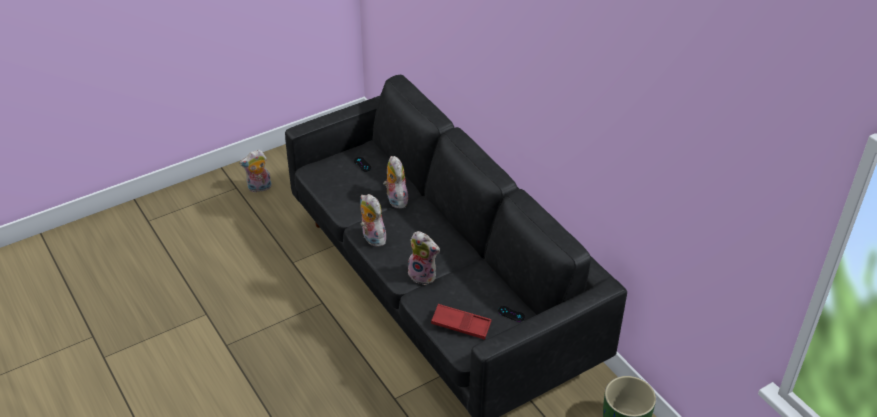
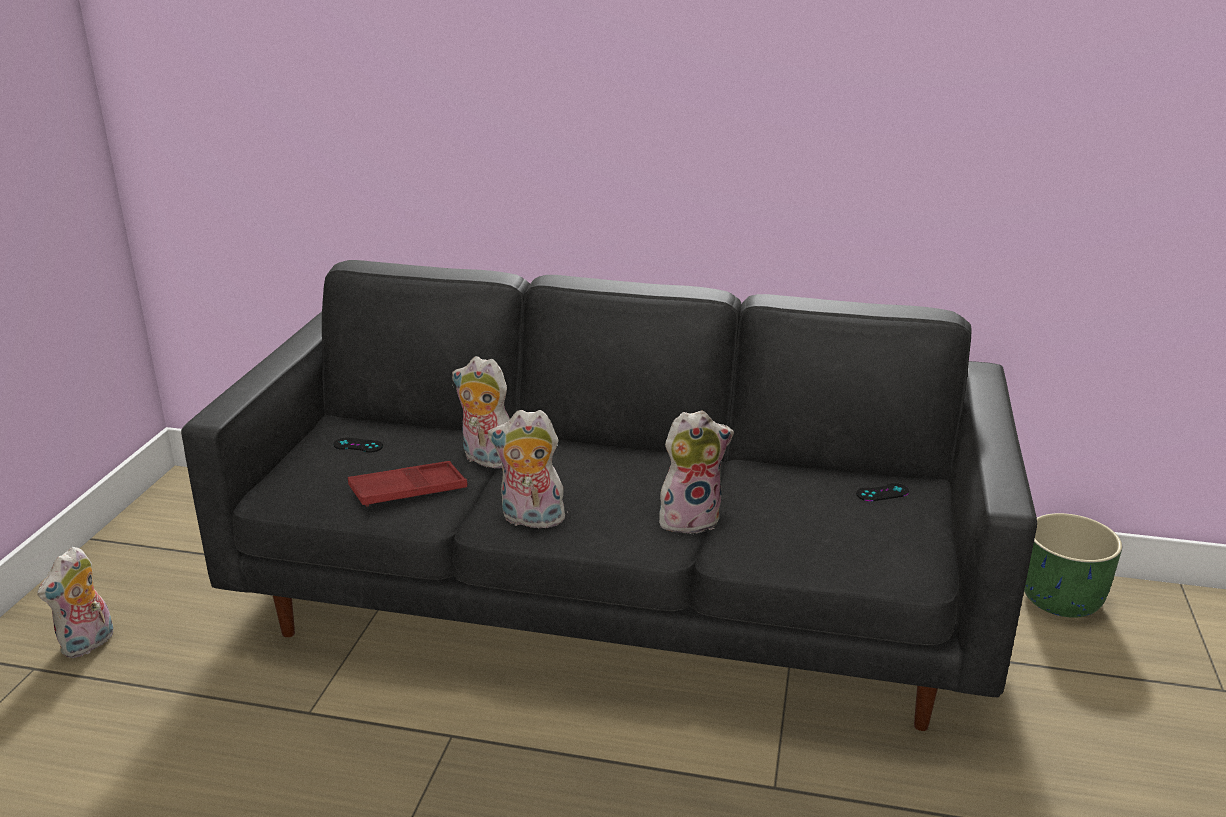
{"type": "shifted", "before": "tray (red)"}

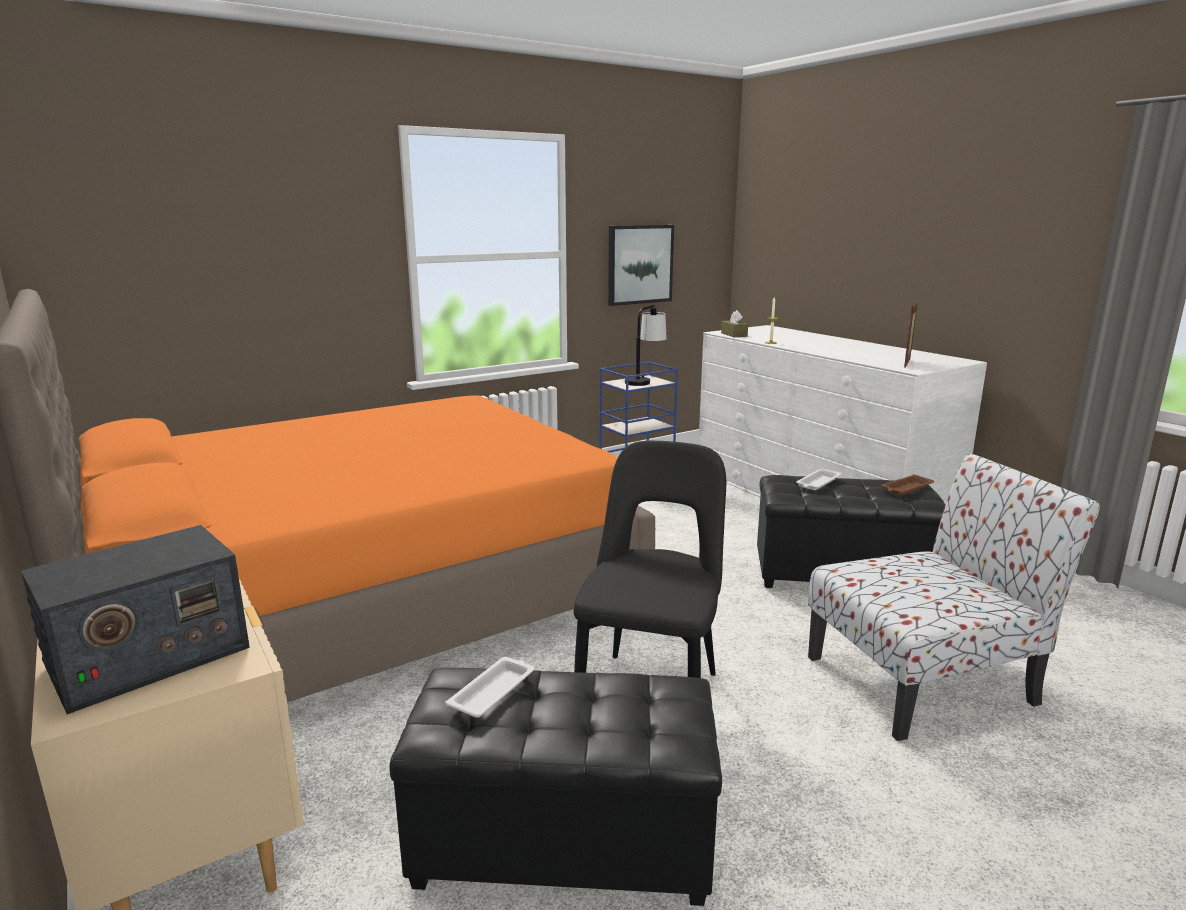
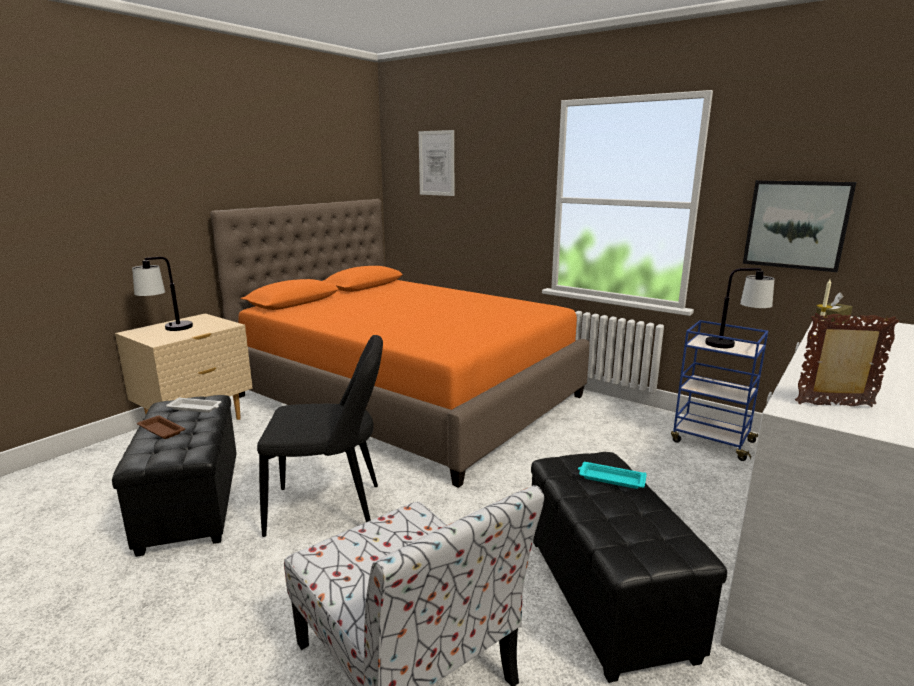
{"type": "swapped", "before": "radio", "after": "table lamp (no. 1 from left)"}
{"type": "repainted", "before": "tray (white) (no. 2 from left)", "after": "tray (turquoise)"}
{"type": "shifted", "before": "tray (brown)"}
{"type": "new", "after": "picture (no. 1 from left)"}

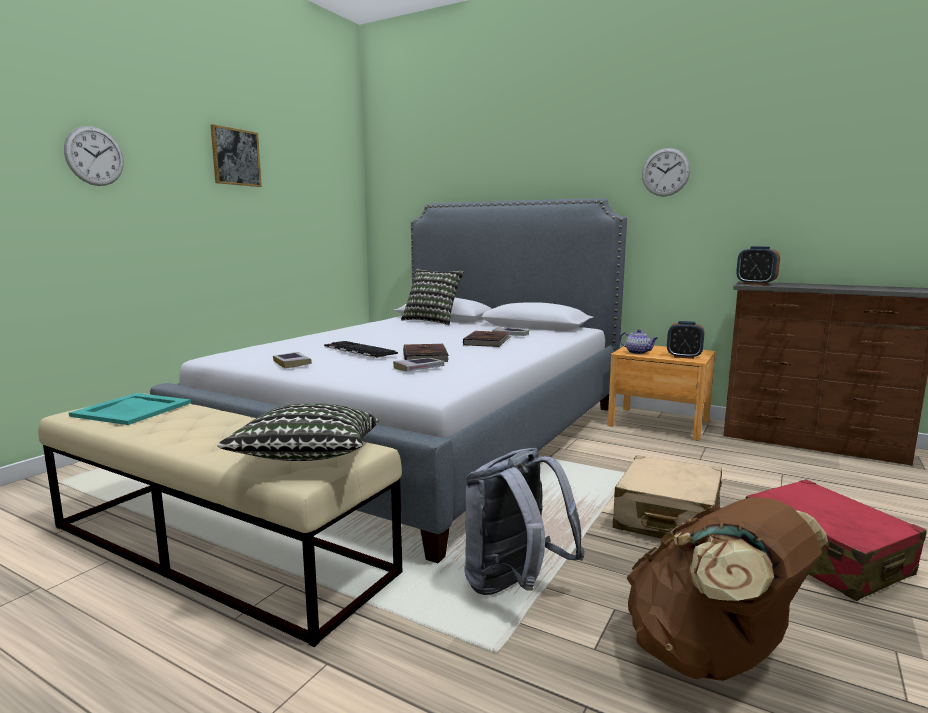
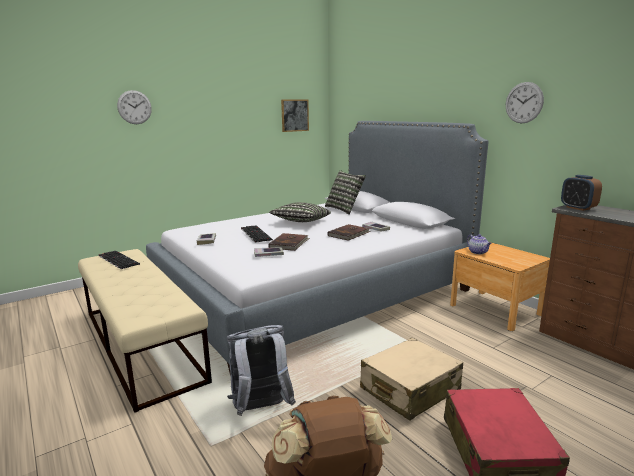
{"type": "swapped", "before": "tray (turquoise)", "after": "keyboard (no. 1 from left)"}
{"type": "shifted", "before": "picture"}
{"type": "shifted", "before": "pillow (no. 1 from left)"}
{"type": "gone", "before": "alarm clock (no. 1 from left)"}

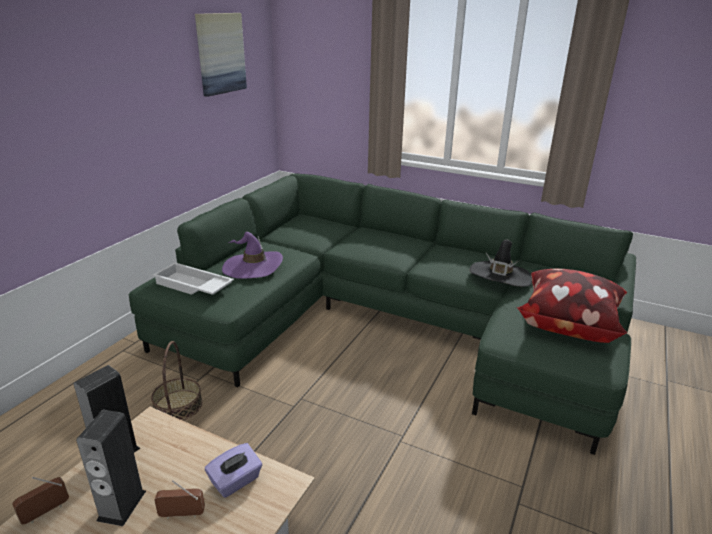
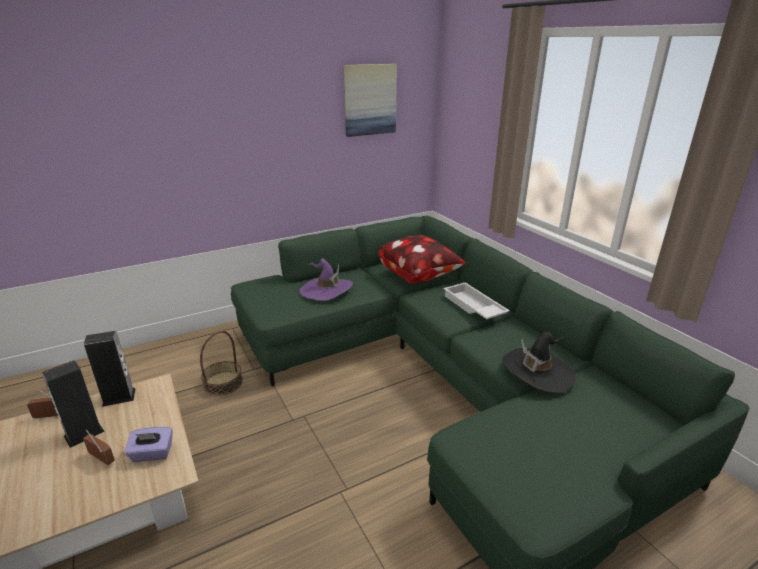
{"type": "shifted", "before": "tray (white)"}
{"type": "shifted", "before": "pillow"}

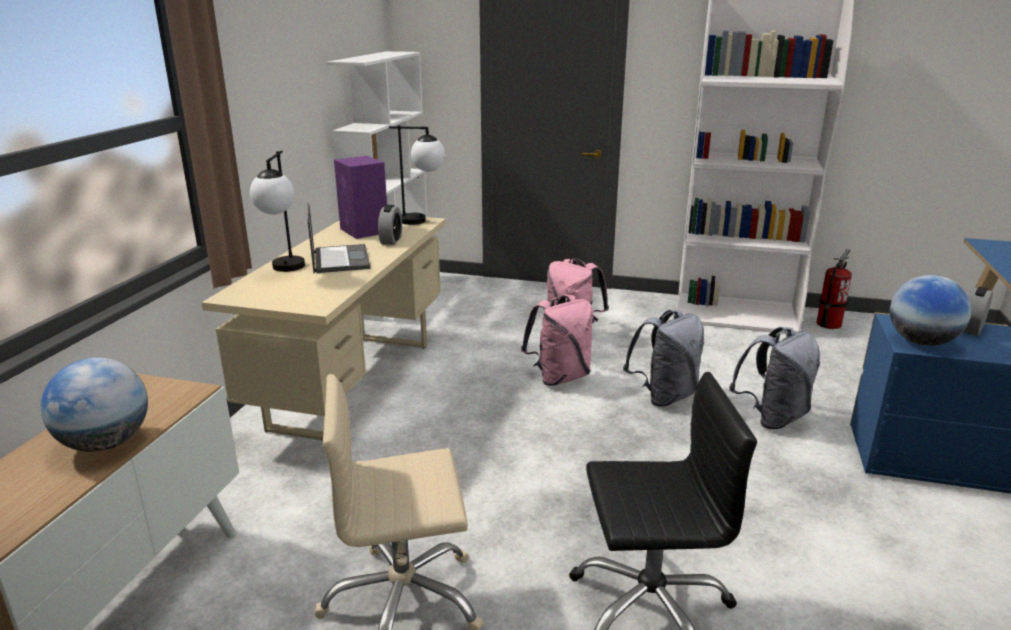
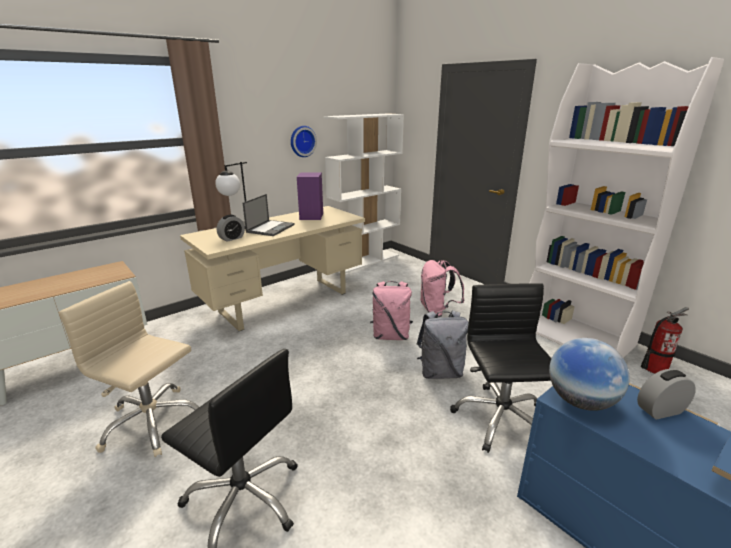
{"type": "gone", "before": "globe (no. 1 from left)"}
{"type": "shifted", "before": "alarm clock (no. 1 from left)"}
{"type": "gone", "before": "table lamp (no. 2 from left)"}
{"type": "swapped", "before": "backpack (grey) (no. 2 from left)", "after": "office chair (black) (no. 2 from left)"}
{"type": "new", "after": "wall clock"}

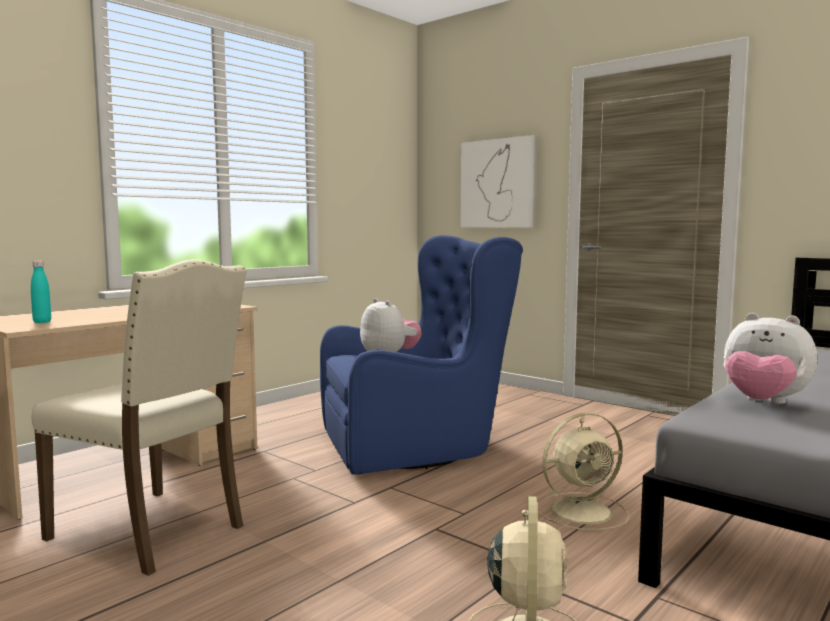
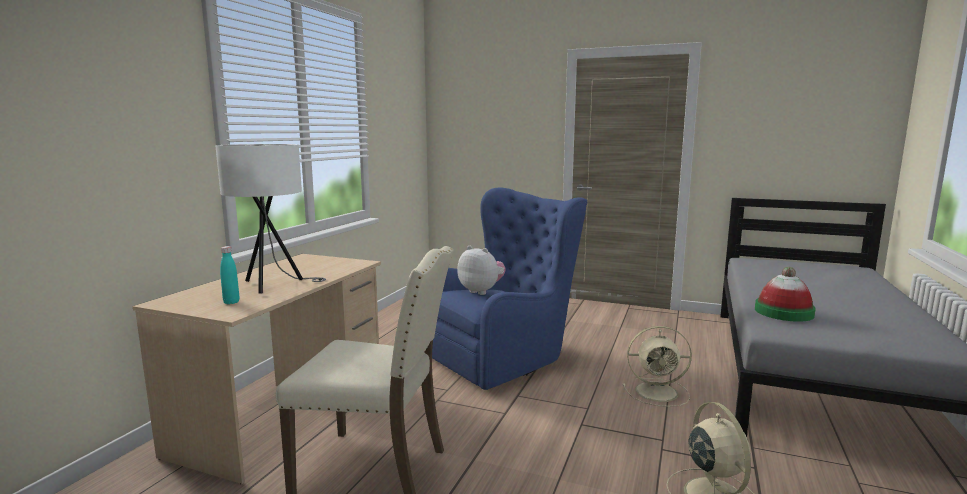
{"type": "gone", "before": "picture"}
{"type": "rotated", "before": "fan (beige) (no. 2 from left in the first image)", "turn": 45}
{"type": "swapped", "before": "plush toy (no. 2 from left)", "after": "hat"}
{"type": "new", "after": "table lamp (white)"}

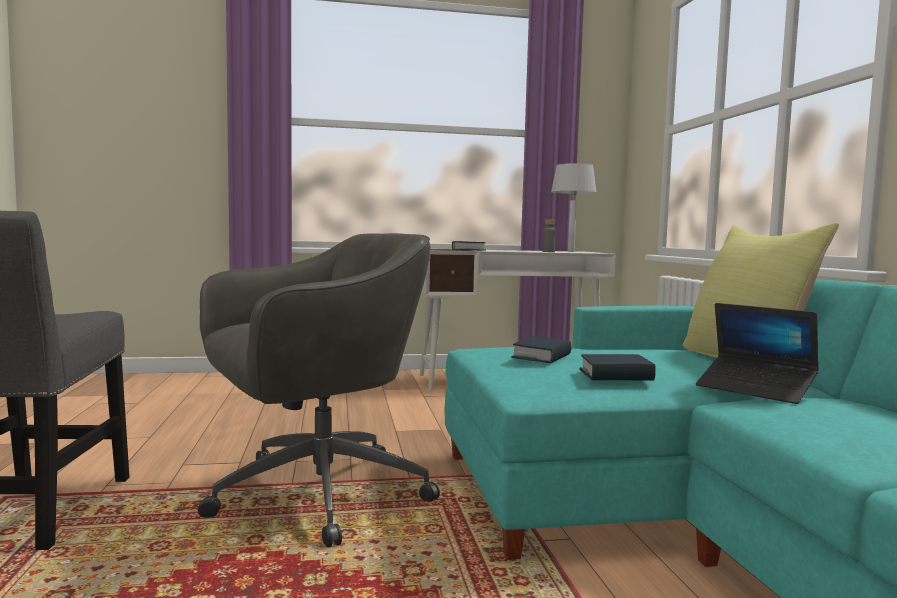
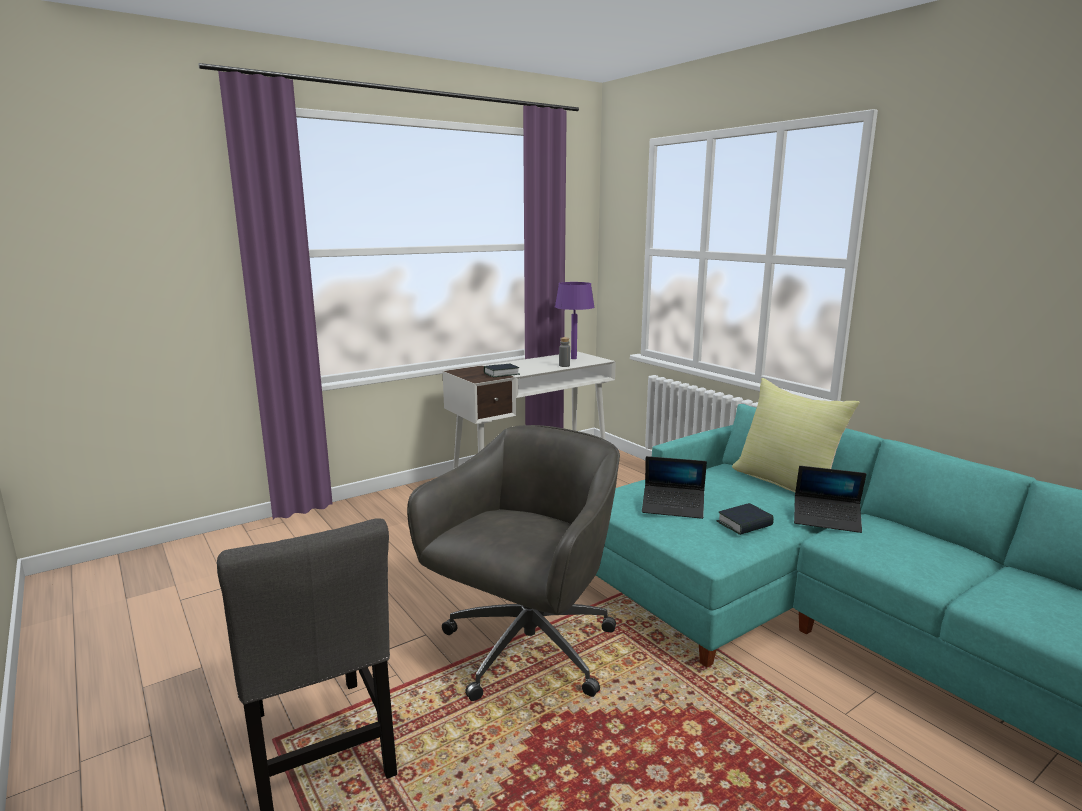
{"type": "swapped", "before": "book (no. 2 from left)", "after": "laptop (no. 1 from left)"}
{"type": "repainted", "before": "table lamp (grey)", "after": "table lamp (purple)"}

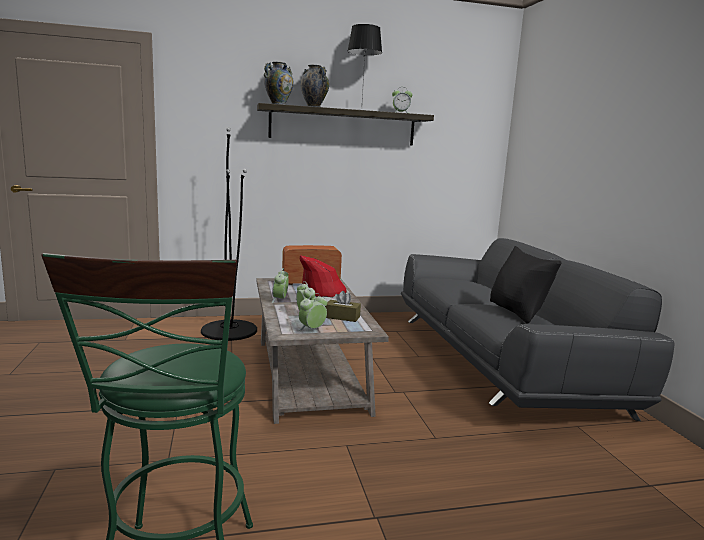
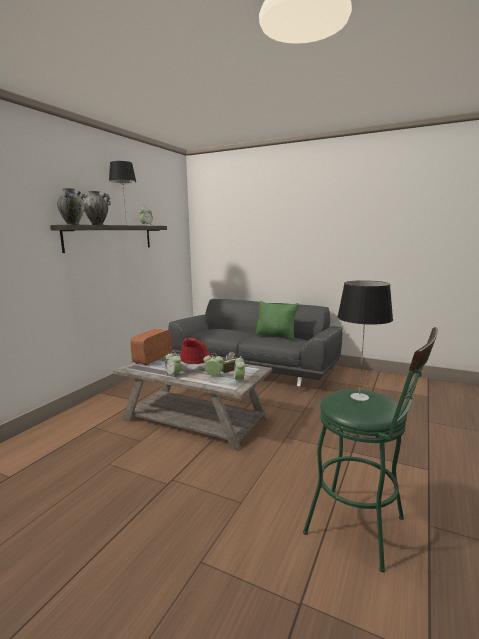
{"type": "gone", "before": "floor lamp (black)"}
{"type": "repainted", "before": "pillow (black)", "after": "pillow (green)"}
{"type": "new", "after": "table lamp (no. 2 from left)"}

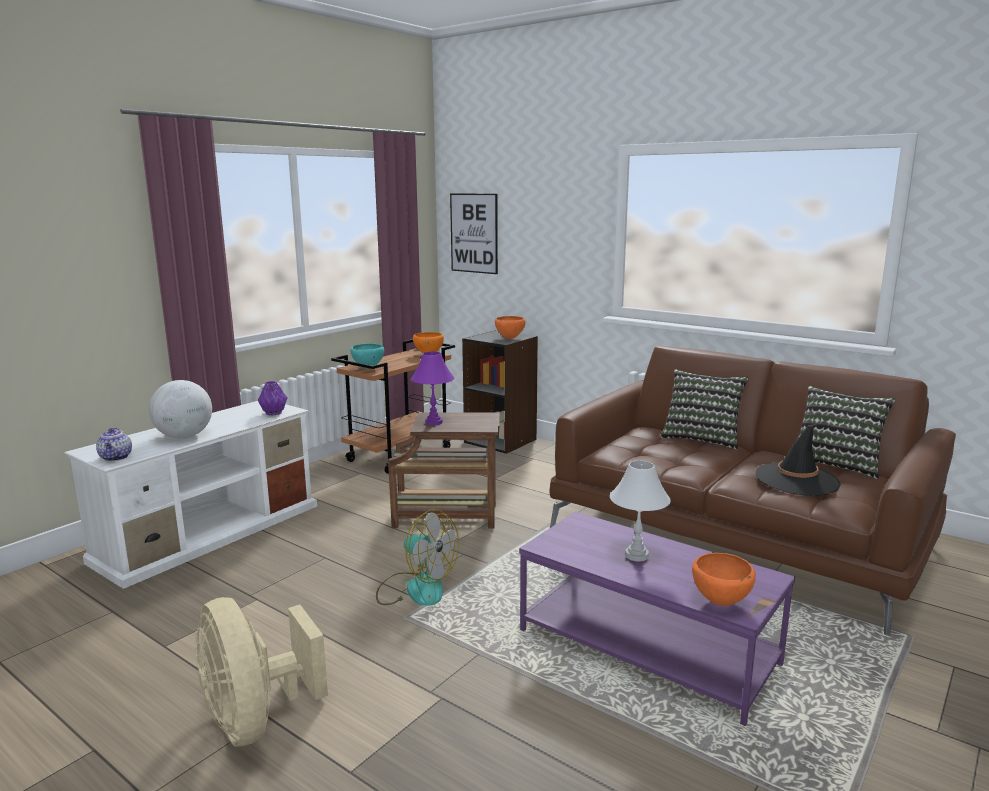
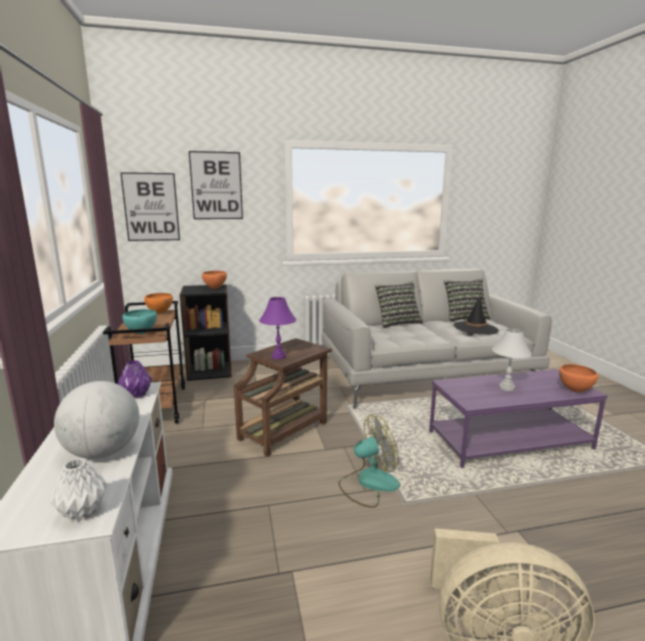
{"type": "swapped", "before": "teapot", "after": "vase (white)"}
{"type": "repainted", "before": "sofa (brown)", "after": "sofa (grey)"}
{"type": "new", "after": "picture (no. 2 from left)"}

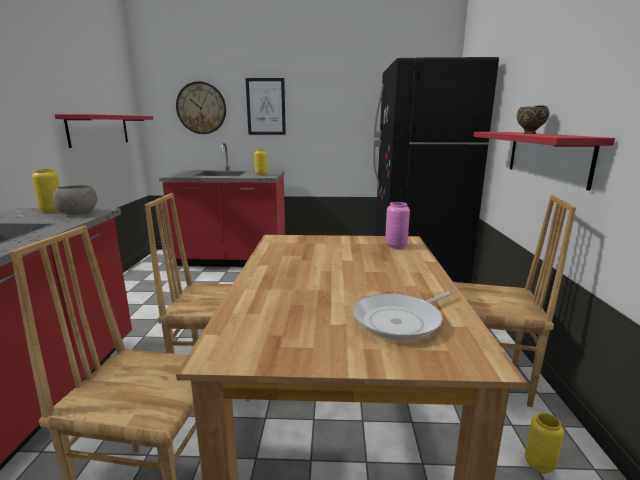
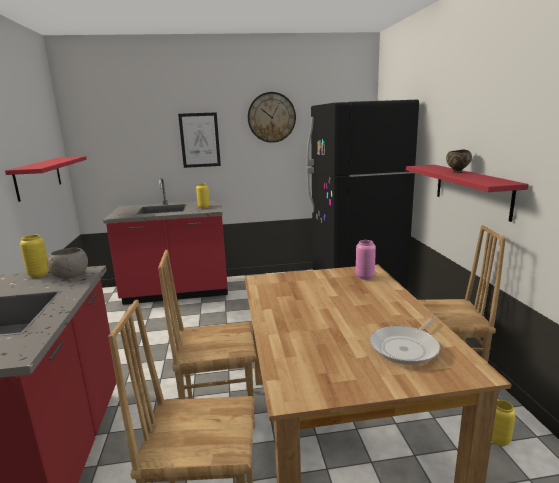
{"type": "shifted", "before": "wall clock"}

